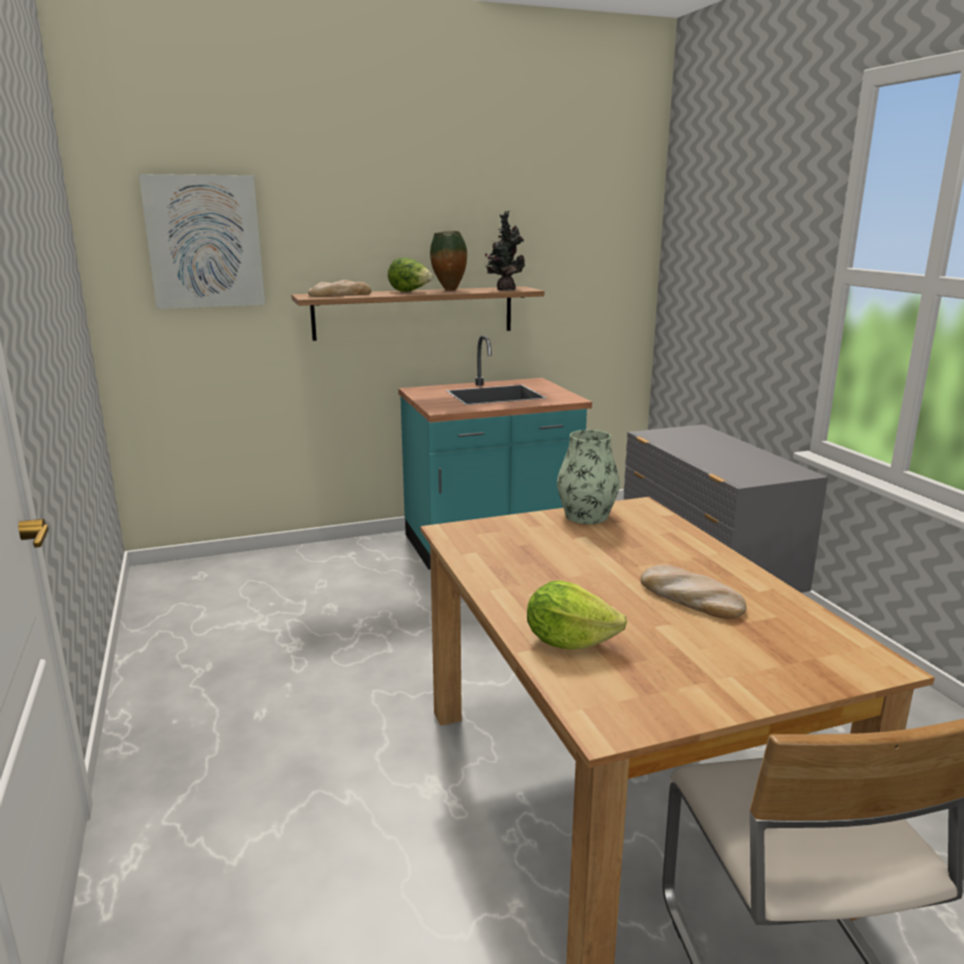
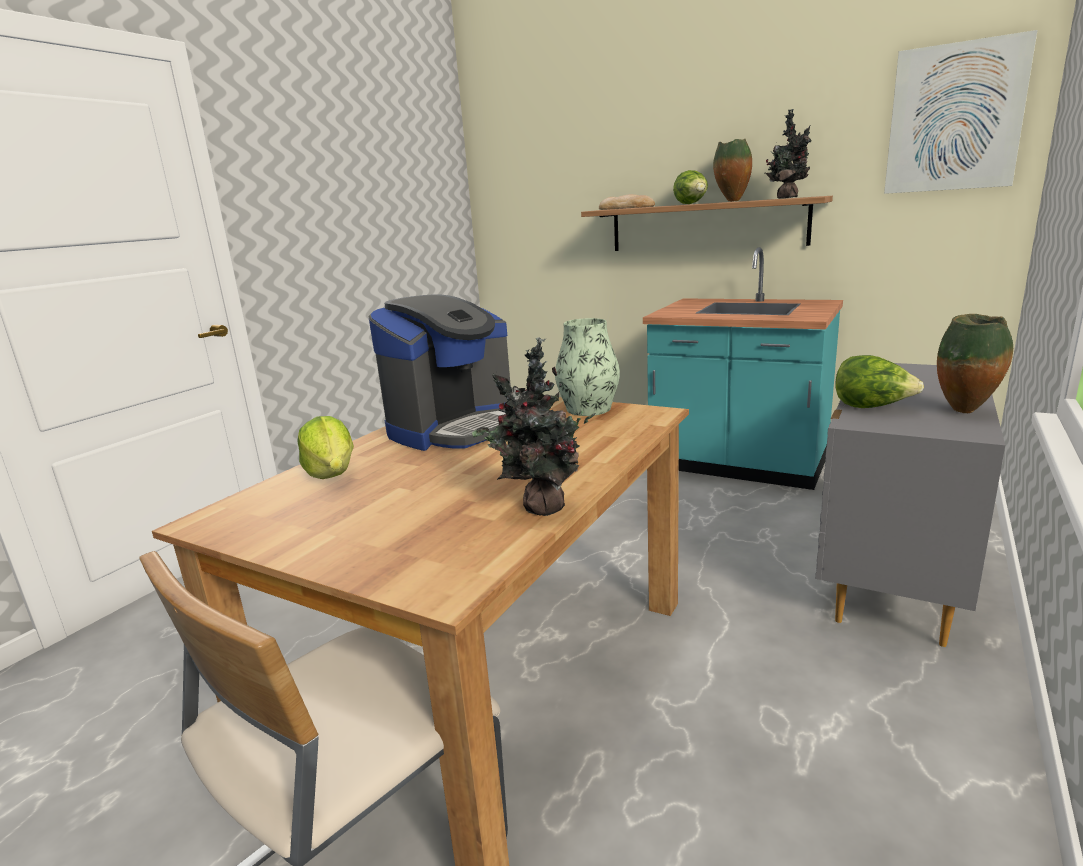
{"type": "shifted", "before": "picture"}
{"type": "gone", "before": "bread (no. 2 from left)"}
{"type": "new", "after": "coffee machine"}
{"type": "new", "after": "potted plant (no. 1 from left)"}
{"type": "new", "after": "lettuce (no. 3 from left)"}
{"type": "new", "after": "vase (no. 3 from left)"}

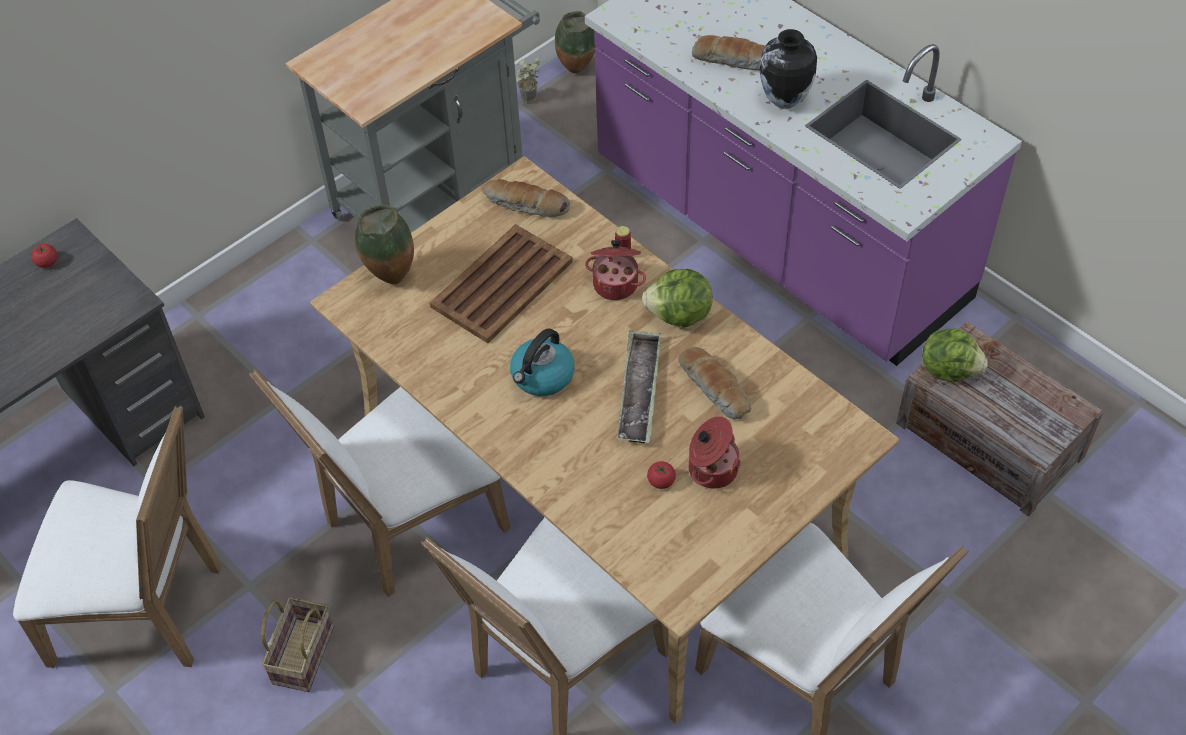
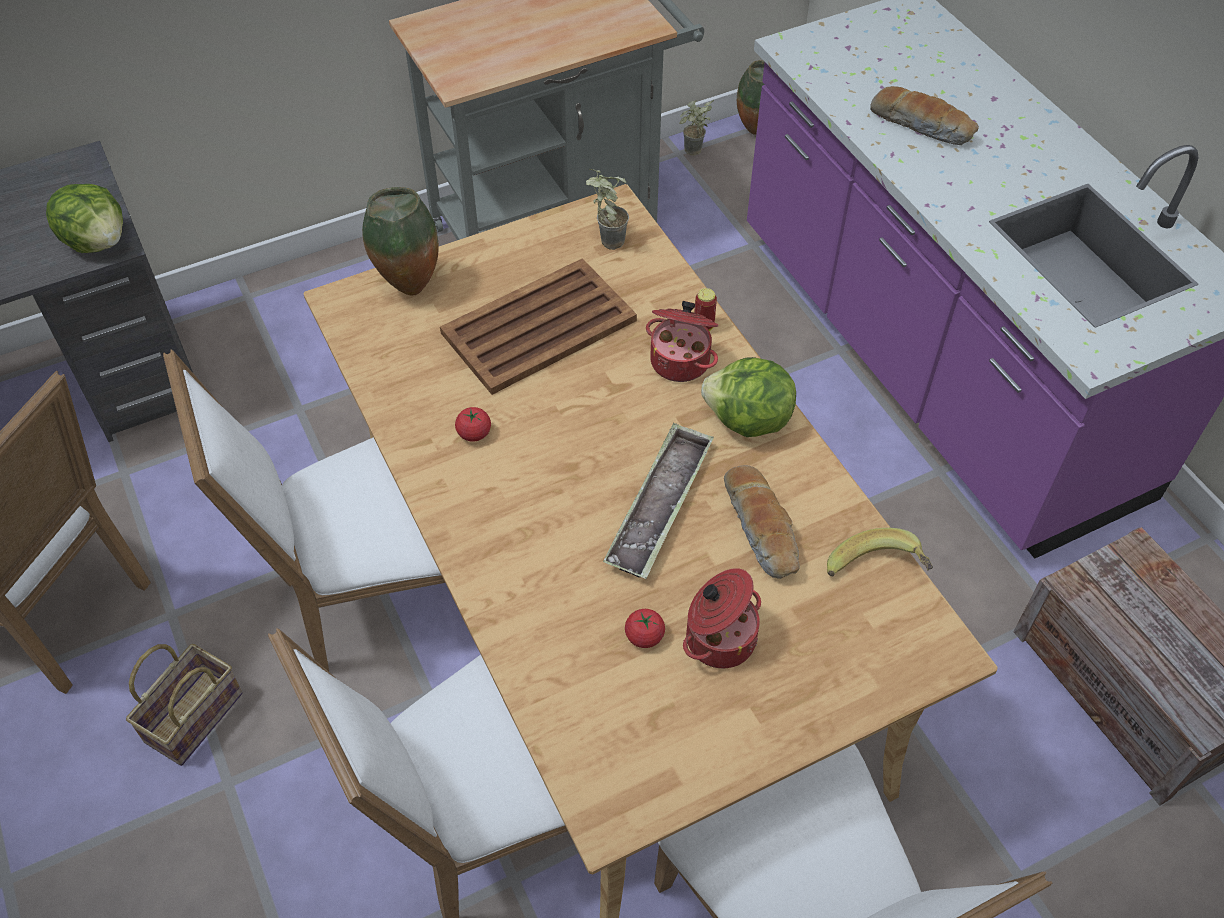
{"type": "shifted", "before": "tomato (no. 1 from left)"}
{"type": "swapped", "before": "bread (no. 1 from left)", "after": "potted plant (no. 1 from left)"}
{"type": "gone", "before": "kettle"}
{"type": "gone", "before": "vase (no. 3 from left)"}
{"type": "shifted", "before": "lettuce (no. 2 from left in the first image)", "after": "lettuce (no. 1 from left)"}
{"type": "new", "after": "banana"}

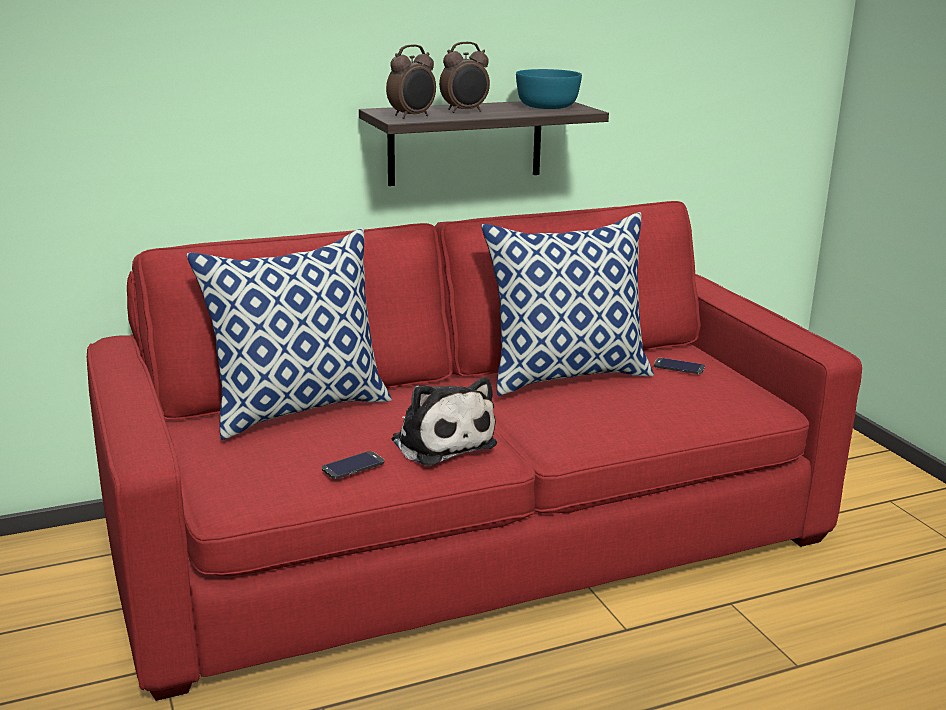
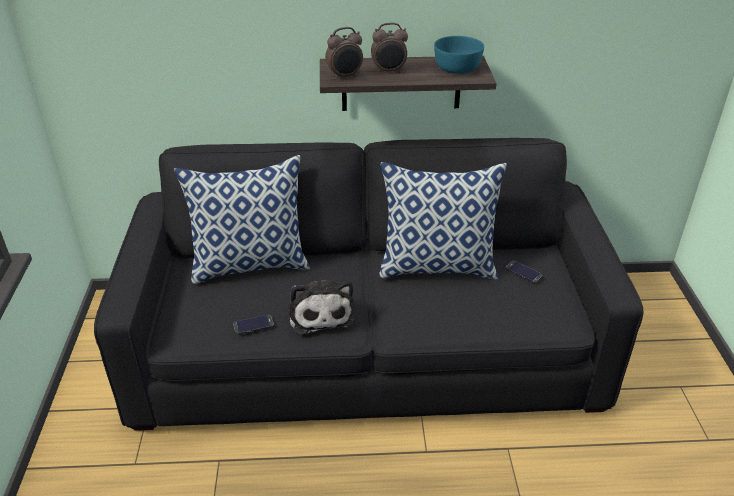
{"type": "repainted", "before": "sofa (red)", "after": "sofa (black)"}

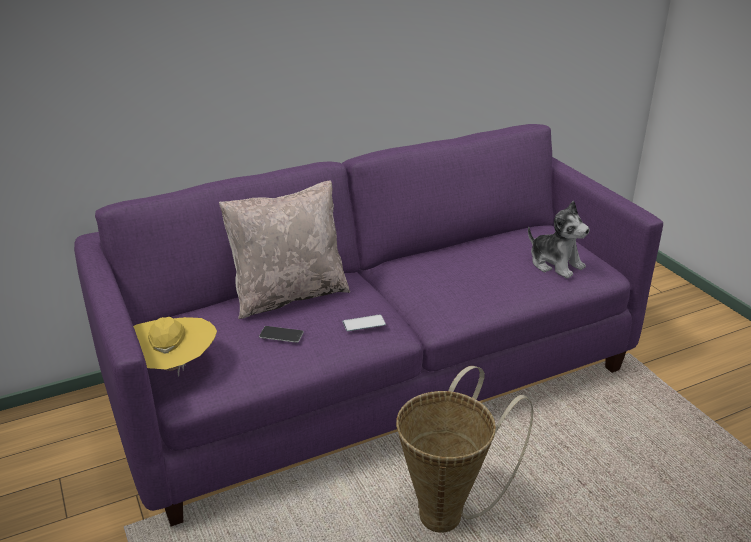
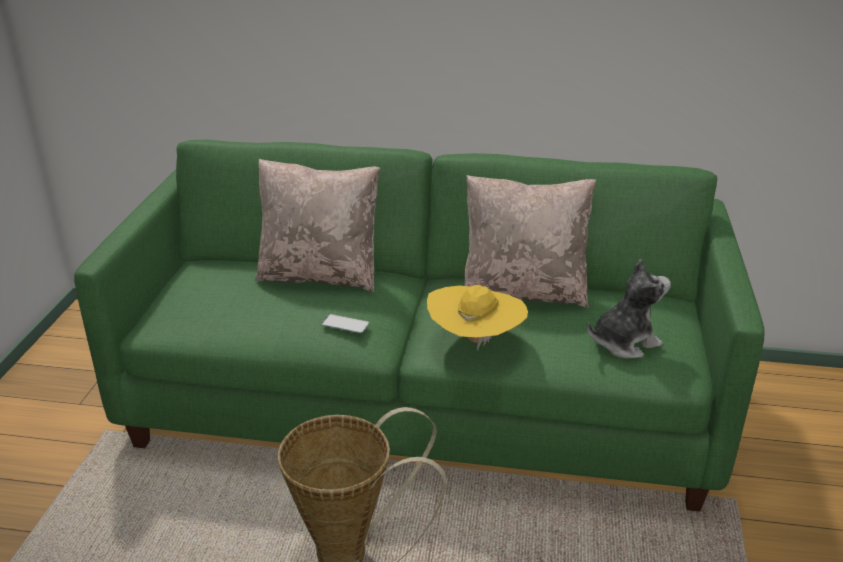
{"type": "repainted", "before": "sofa (purple)", "after": "sofa (green)"}
{"type": "shifted", "before": "hat (yellow)"}
{"type": "gone", "before": "phone (no. 1 from left)"}
{"type": "rotated", "before": "plush toy", "turn": -105}
{"type": "new", "after": "pillow (beige) (no. 2 from left)"}

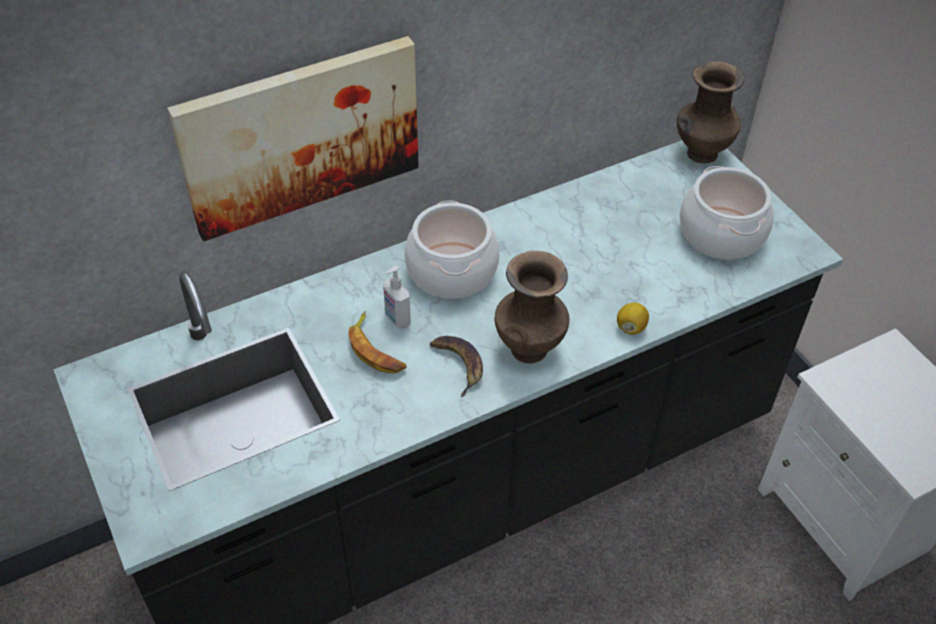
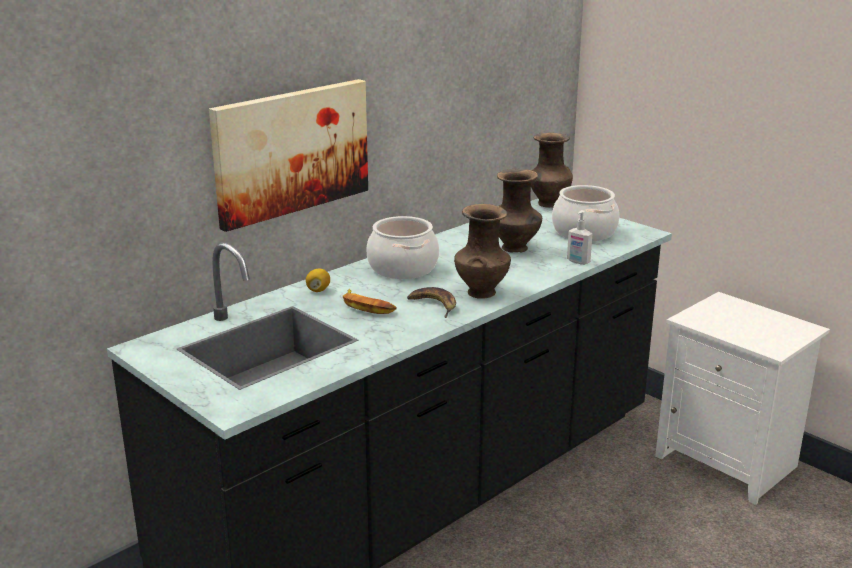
{"type": "shifted", "before": "soap dispenser"}
{"type": "shifted", "before": "lemon"}
{"type": "new", "after": "vase (brown) (no. 2 from left)"}

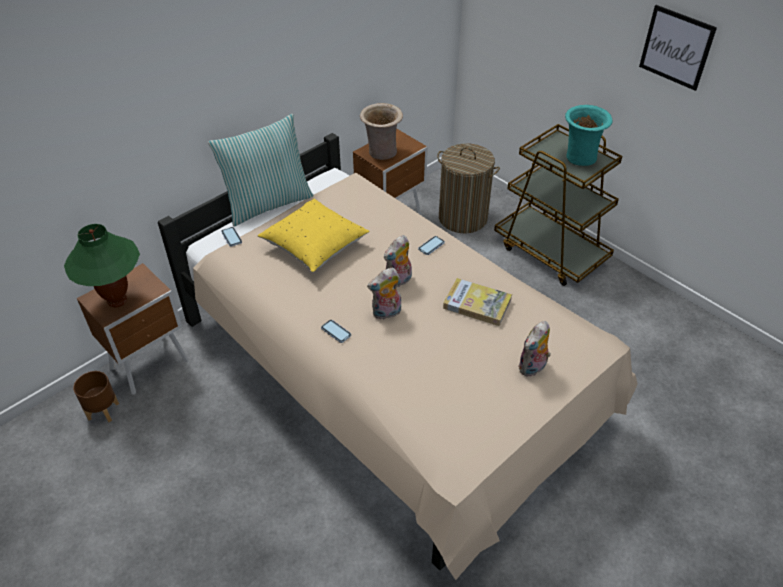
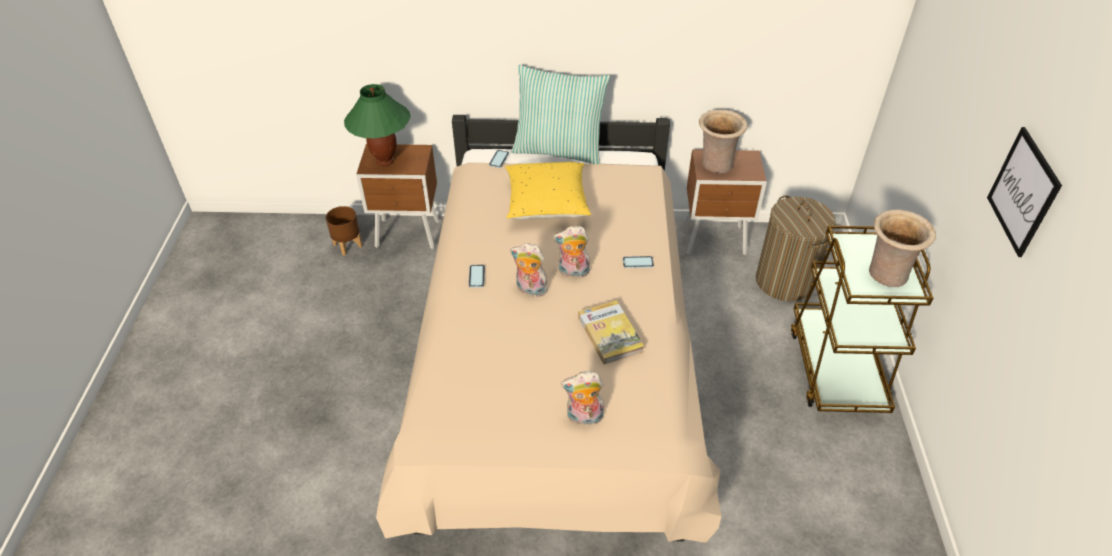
{"type": "repainted", "before": "vase (turquoise)", "after": "vase (beige) (no. 2 from left)"}

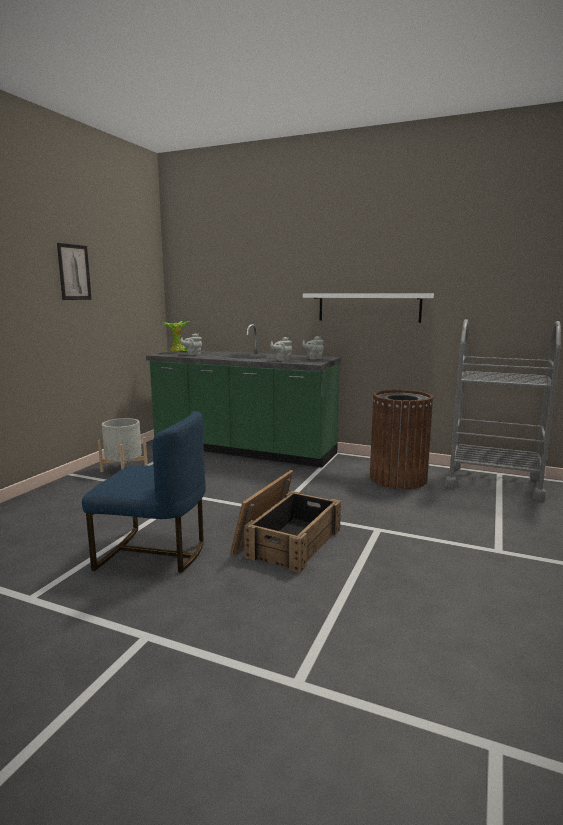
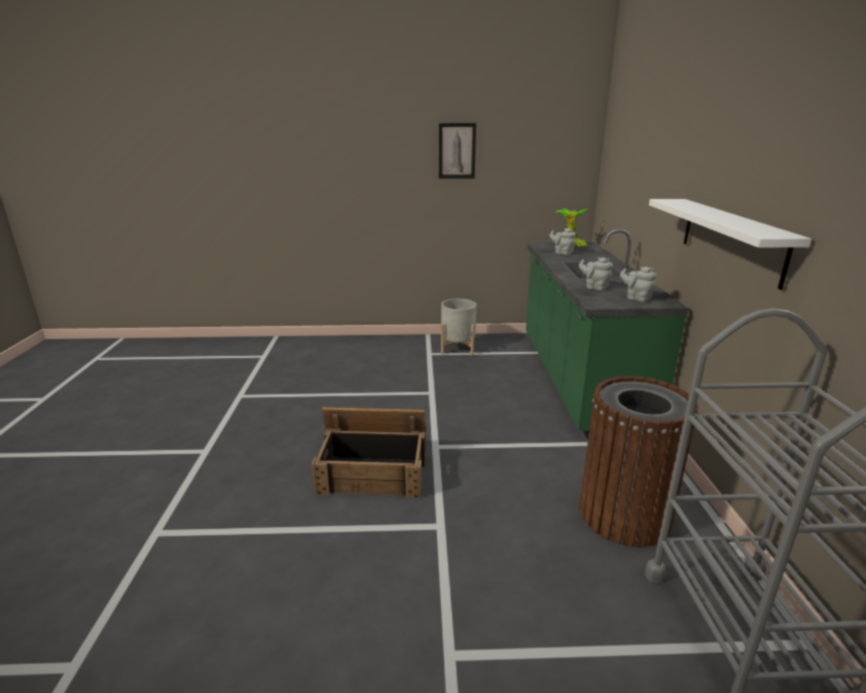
{"type": "gone", "before": "chair (blue)"}

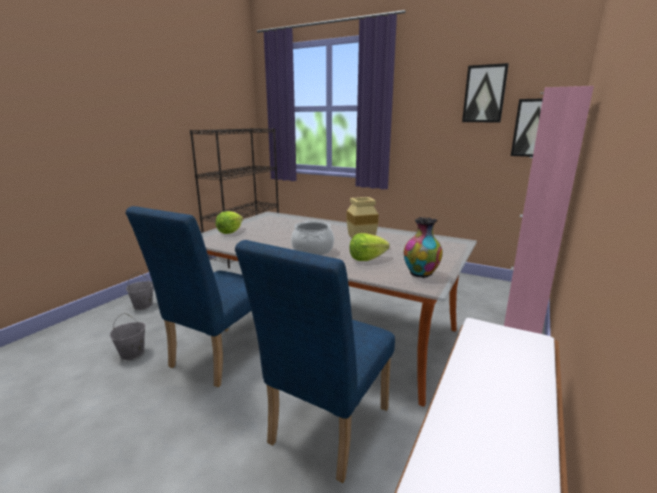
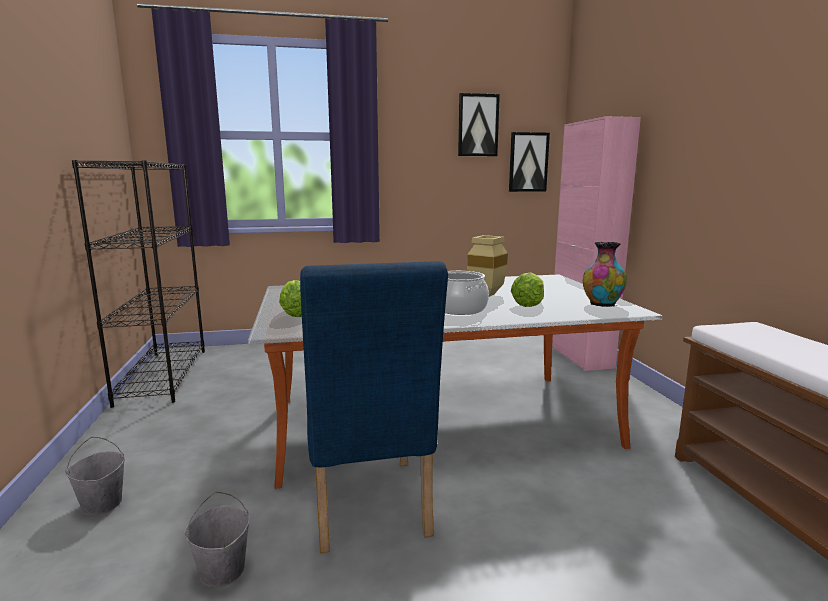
{"type": "gone", "before": "chair (blue) (no. 2 from left)"}

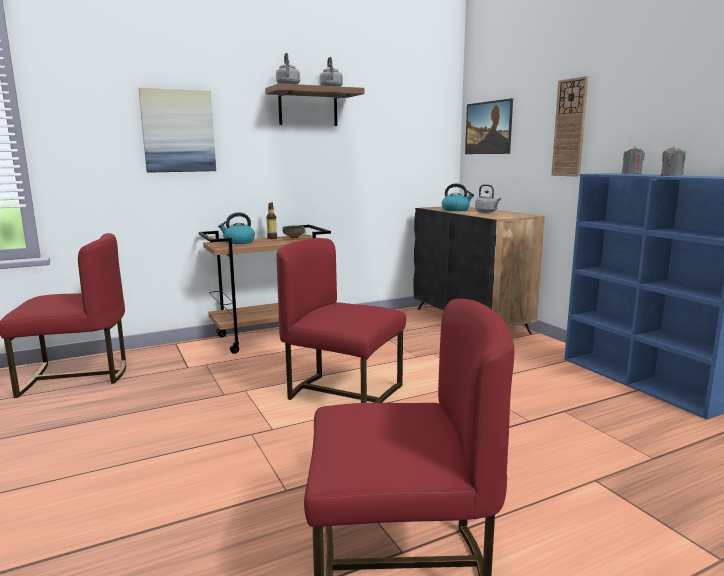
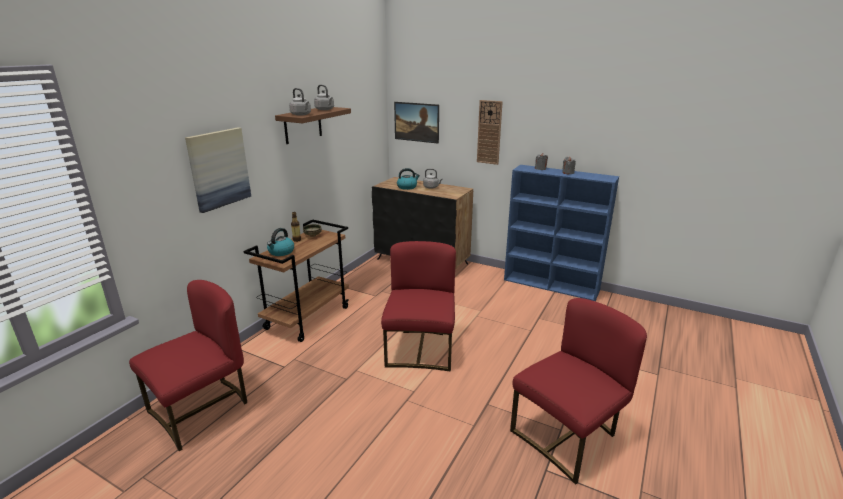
{"type": "rotated", "before": "chair (red) (no. 2 from left)", "turn": 105}

